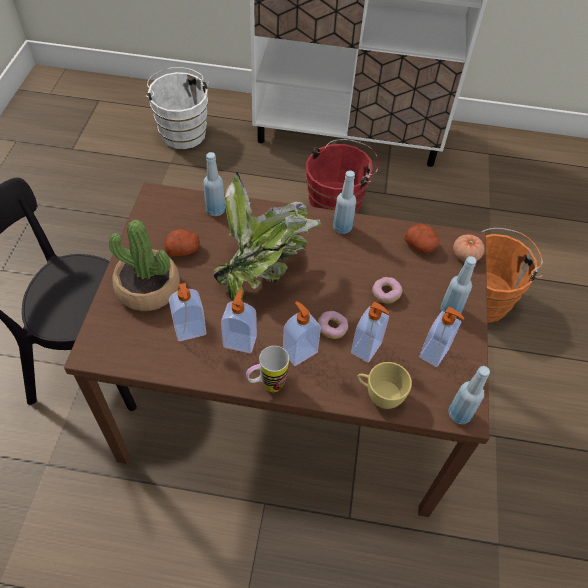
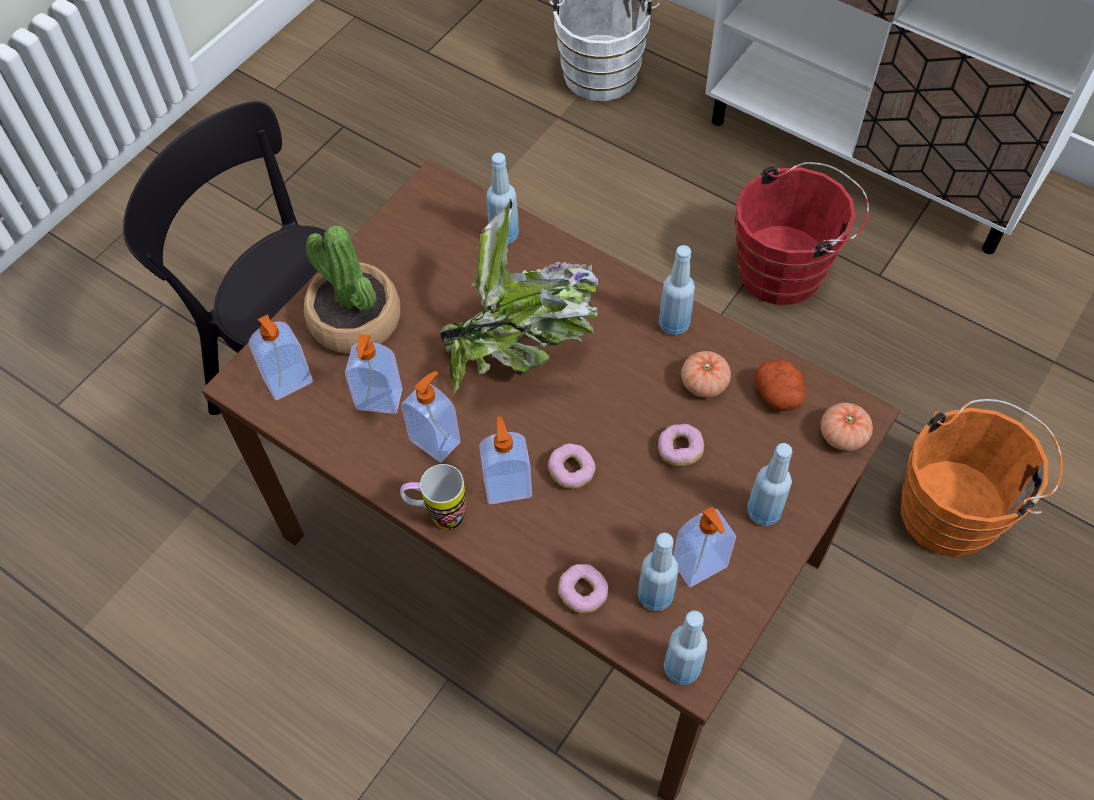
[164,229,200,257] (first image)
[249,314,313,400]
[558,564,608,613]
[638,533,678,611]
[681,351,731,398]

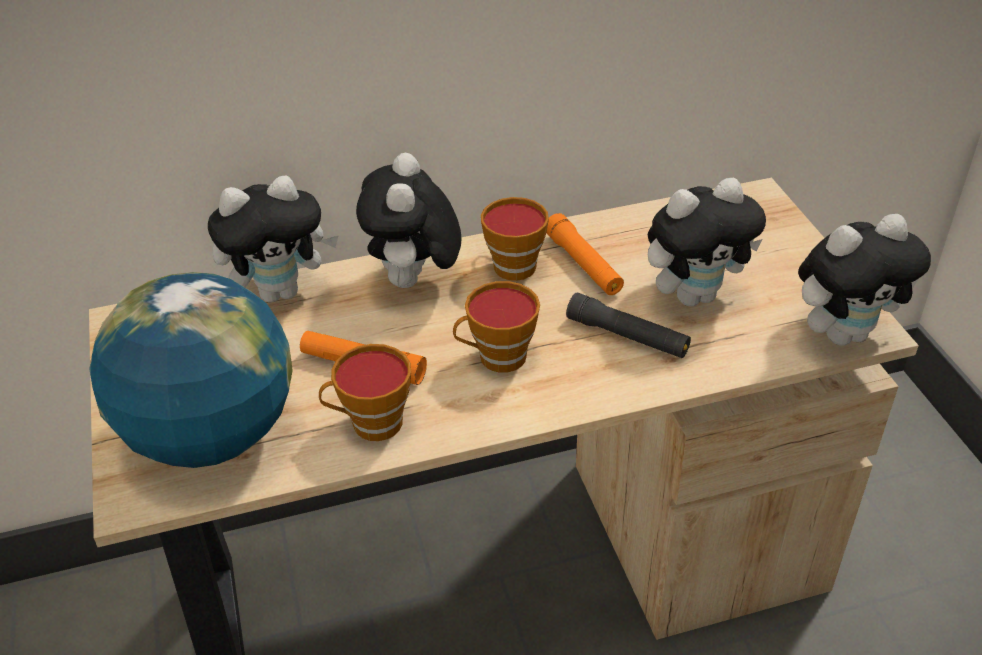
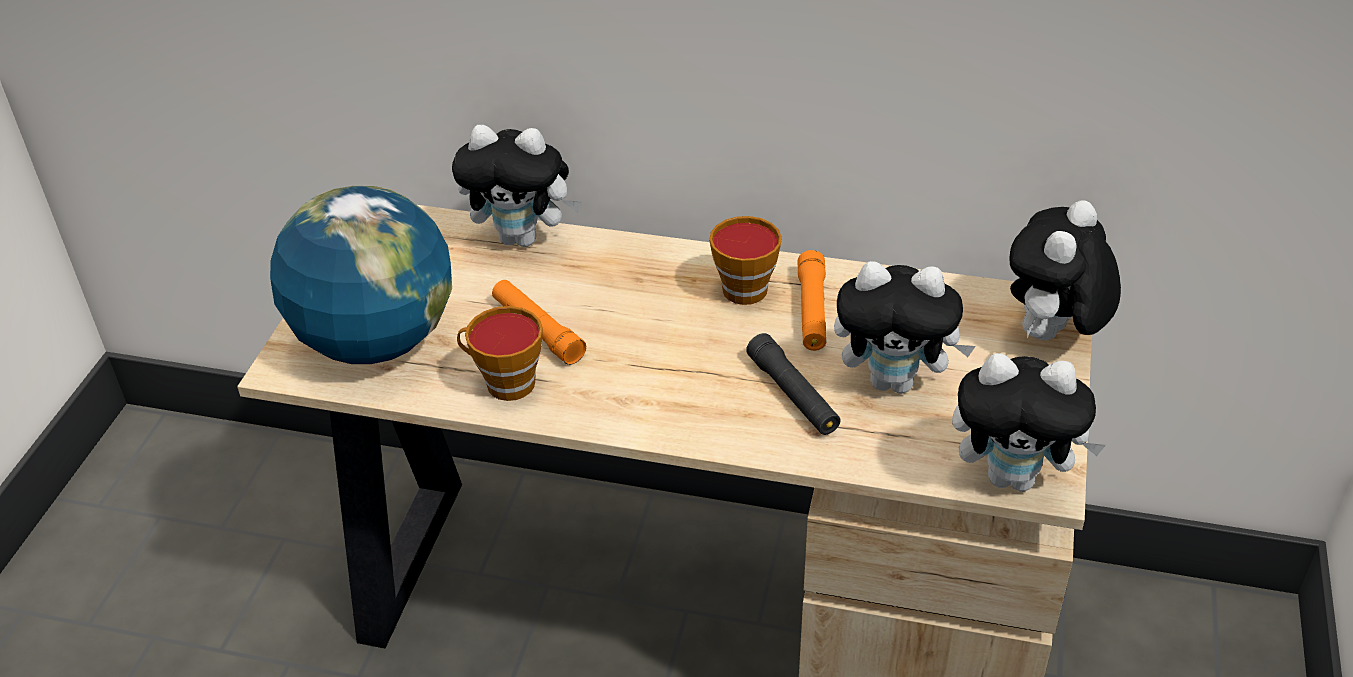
[1009,200,1121,340]
[453,281,540,373] (first image)

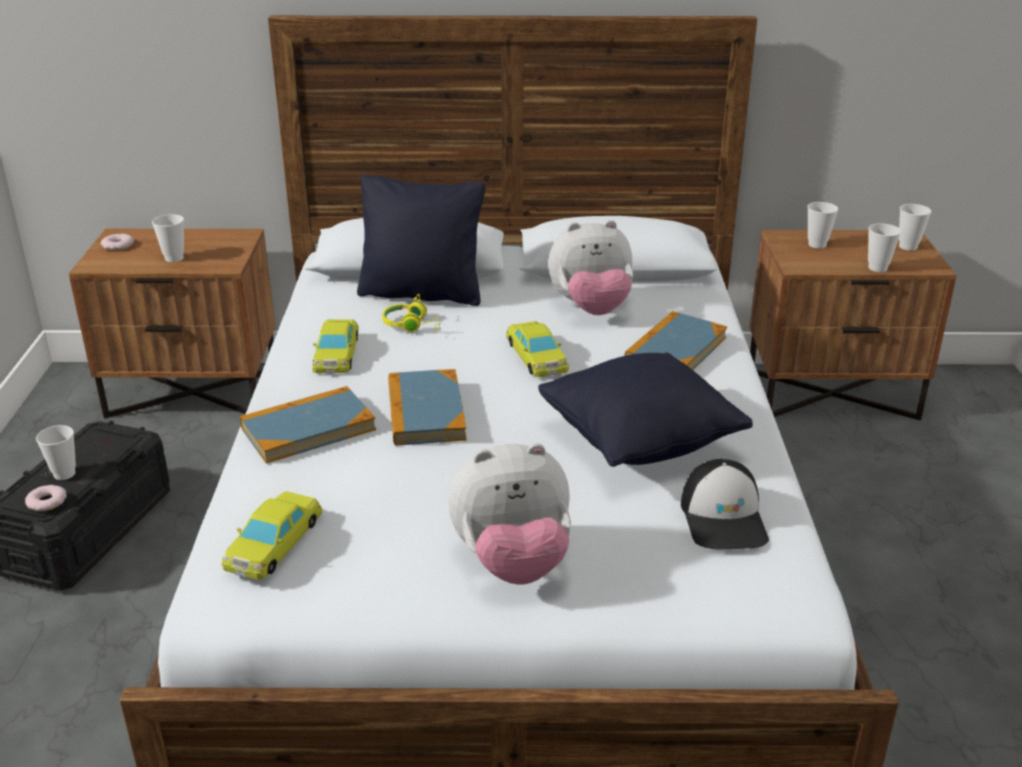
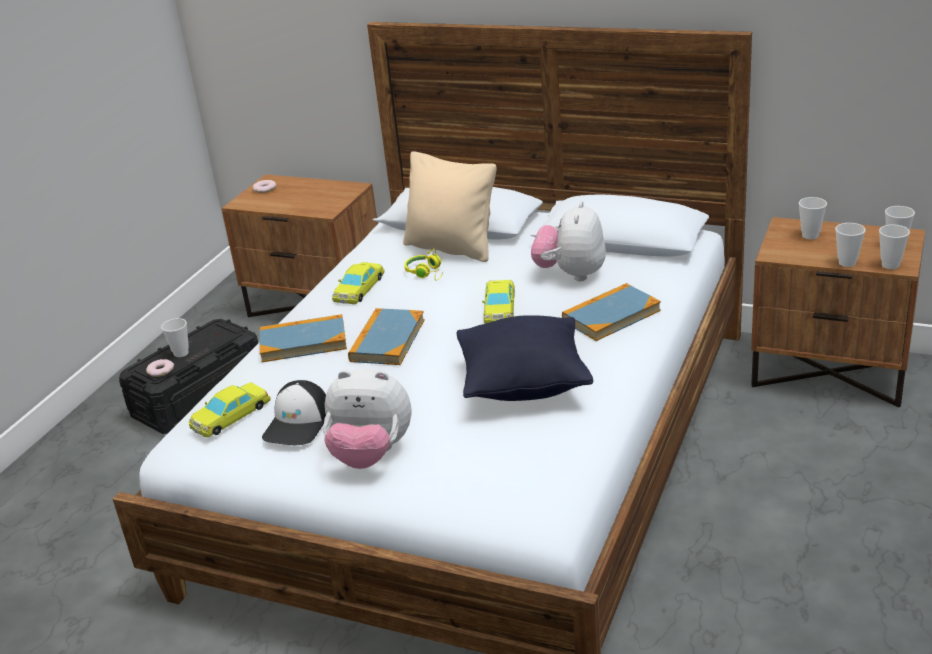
[879,225,910,269]
[403,151,497,262]
[531,201,606,281]
[262,380,326,445]

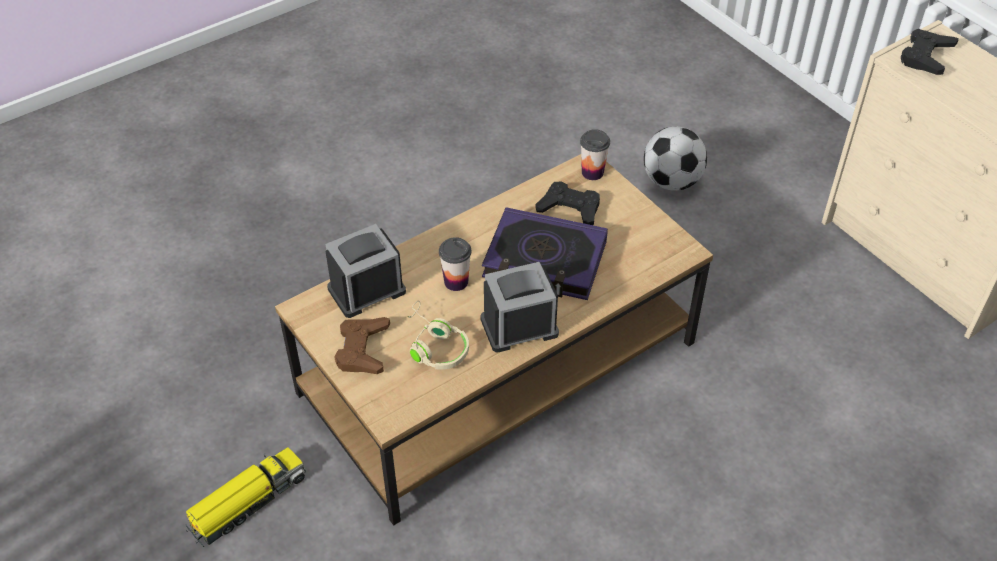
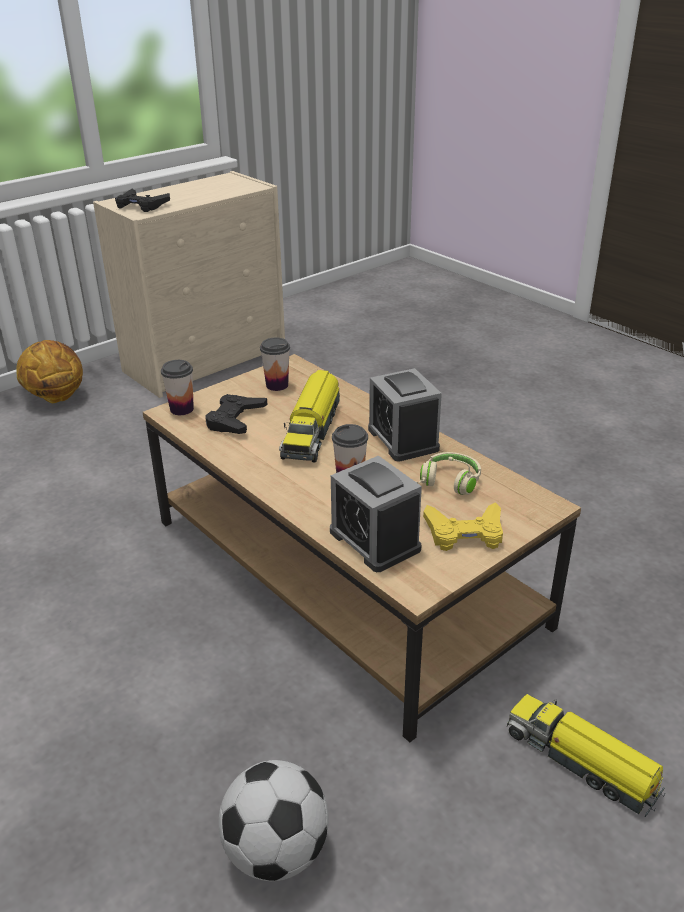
[423,502,503,551]
[279,370,340,463]
[219,760,329,881]
[16,340,83,403]
[260,338,290,391]

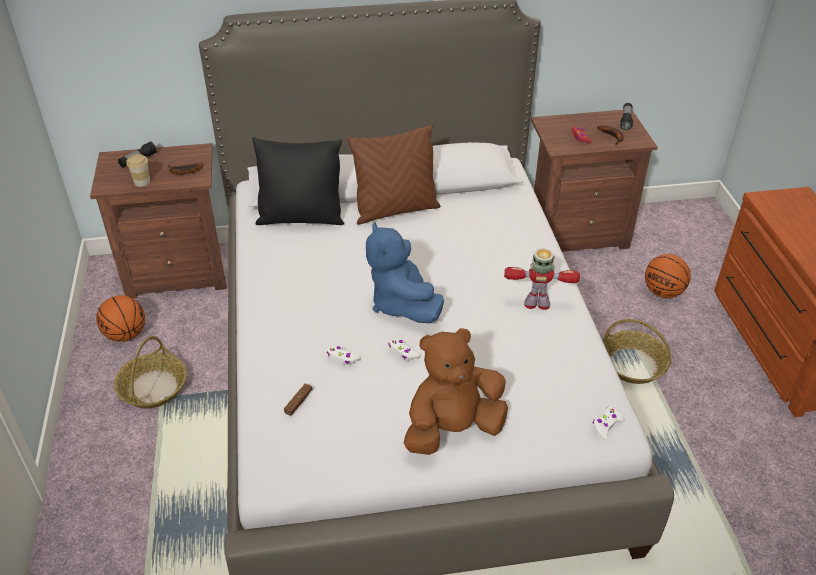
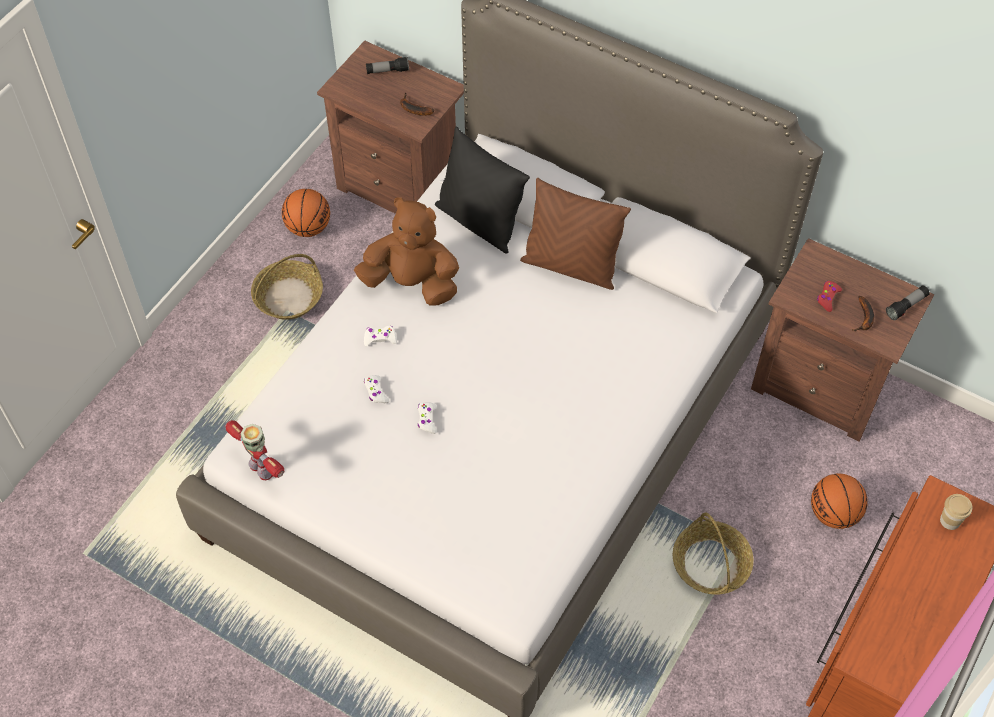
[940,494,972,530]
[284,384,312,416] (first image)
[366,221,444,323] (first image)
[354,197,459,305]
[226,420,284,480]
[364,326,397,347]

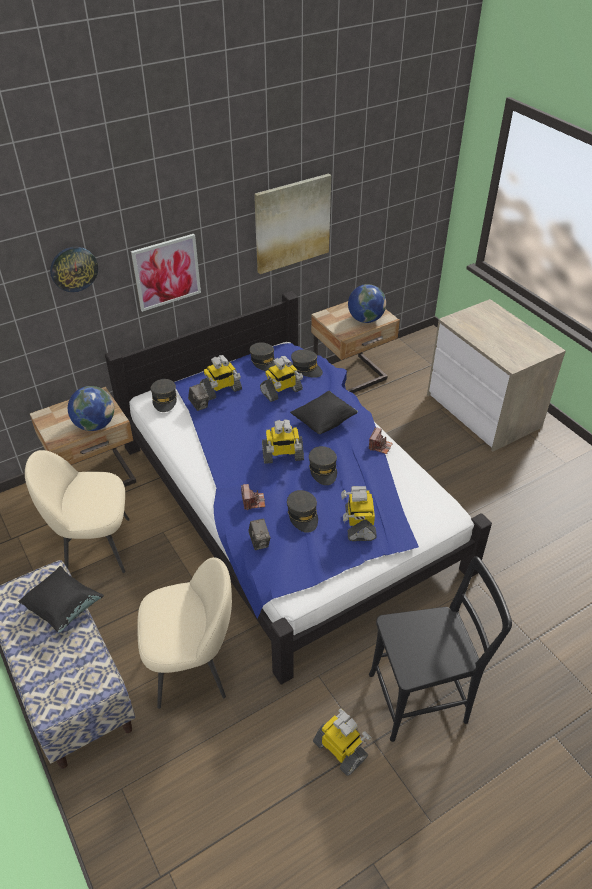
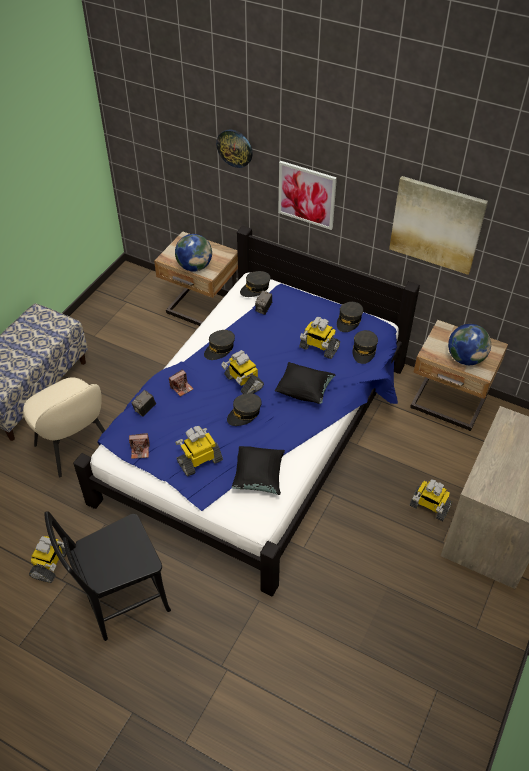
[232,446,285,495]
[25,450,130,573] (first image)
[410,479,452,521]
[204,330,235,360]
[129,433,150,459]
[44,511,171,641]

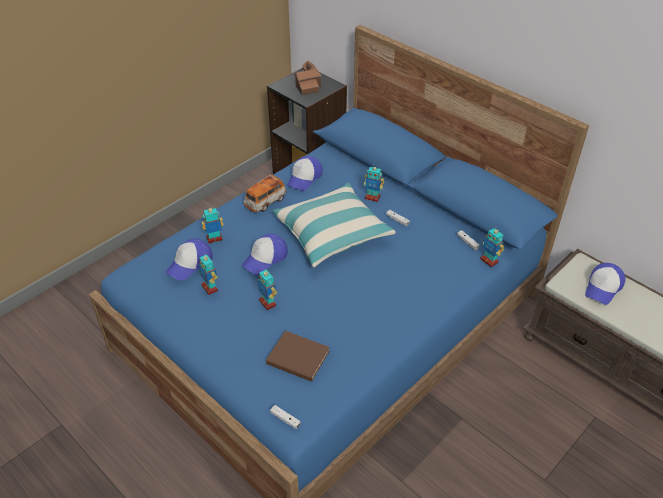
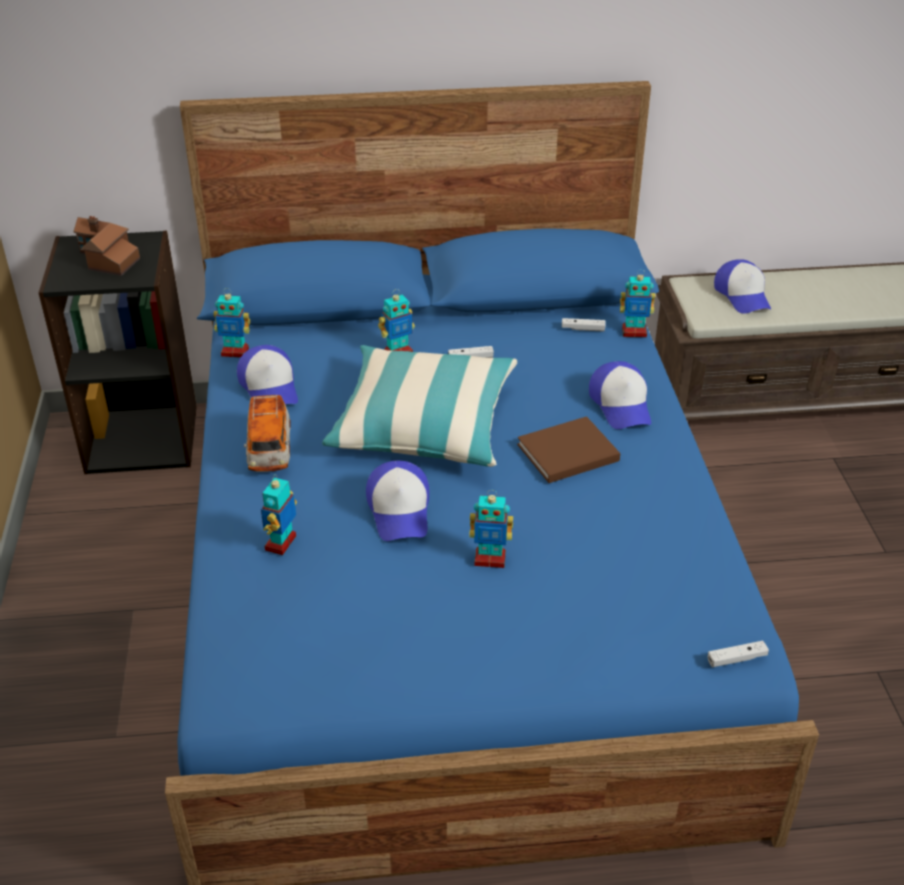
[589,361,651,429]
[214,288,250,358]
[517,416,620,483]

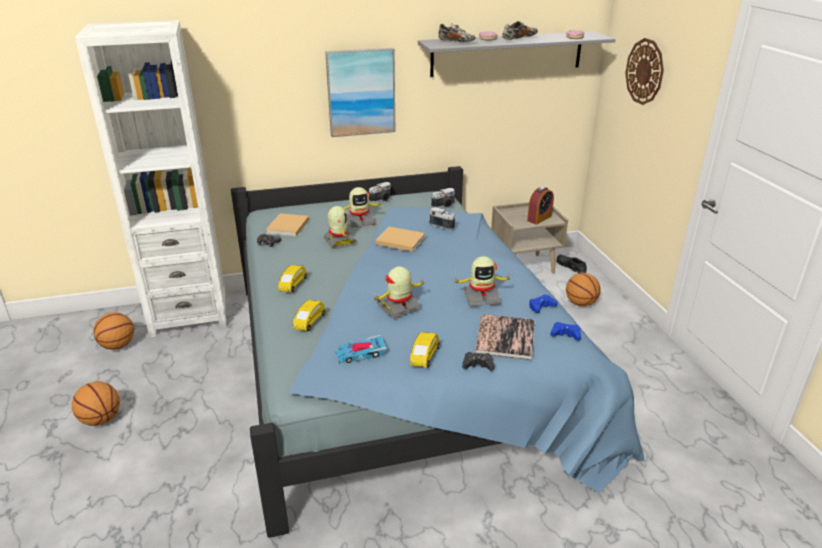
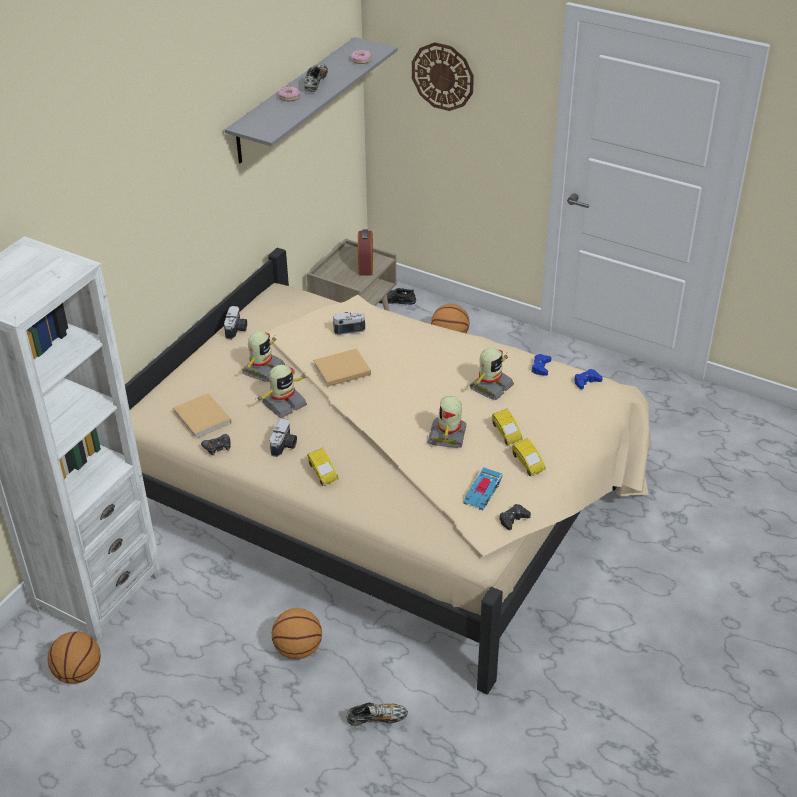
[272,608,322,659]
[125,248,651,694]
[492,409,523,445]
[255,365,307,418]
[325,48,395,137] (first image)
[270,419,297,457]
[346,703,408,726]
[499,504,531,530]
[475,314,534,360] (first image)

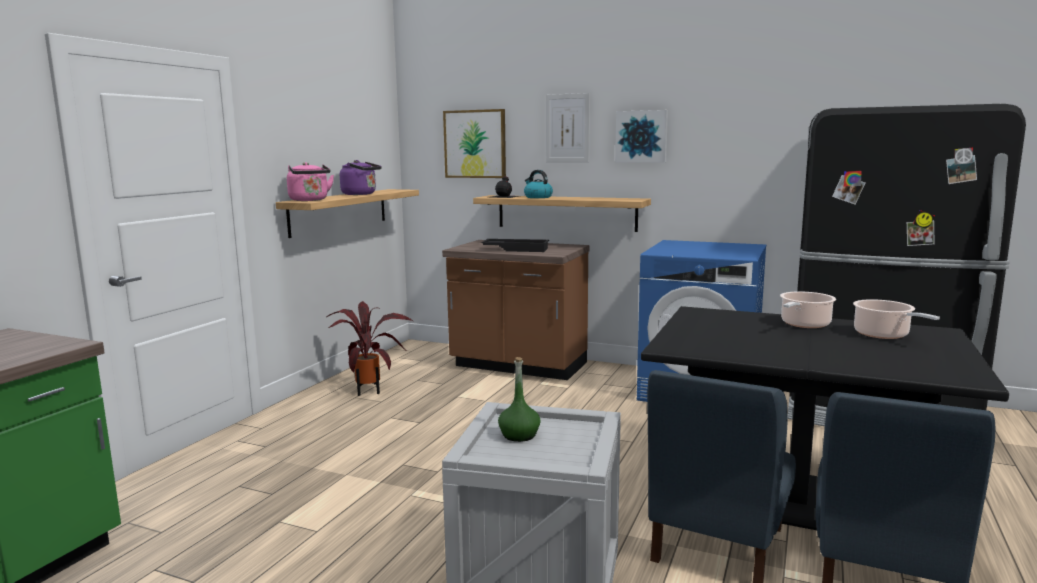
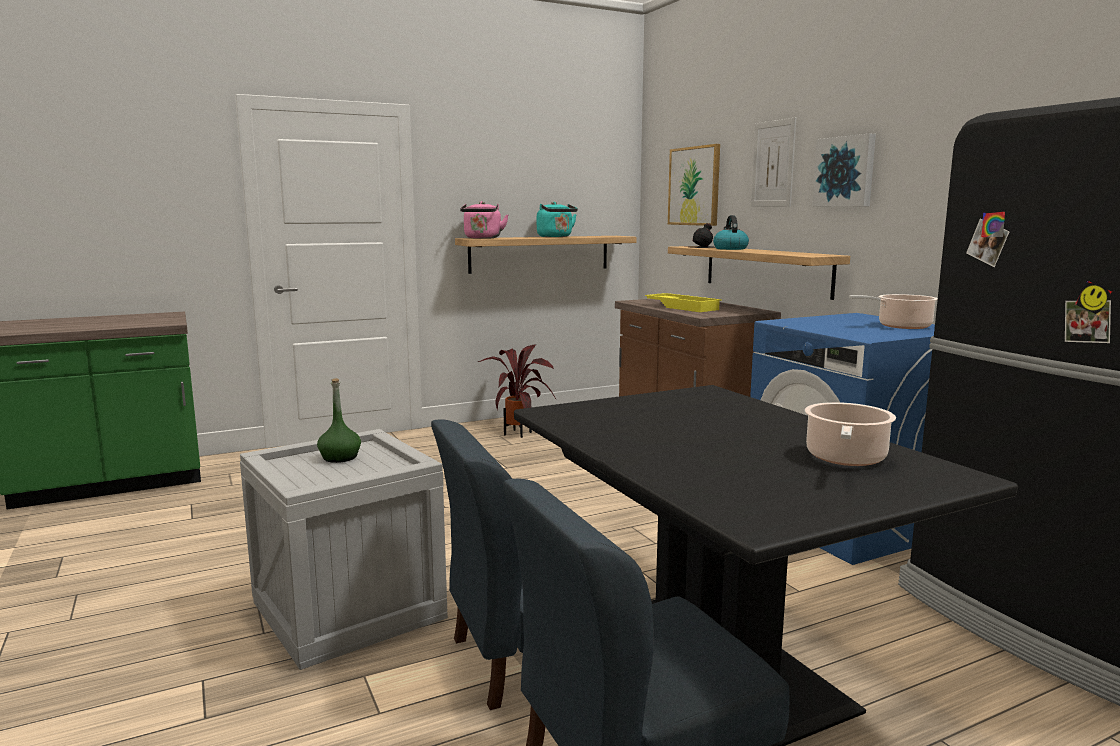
[537,202,578,237]
[645,293,722,312]
[849,294,938,329]

